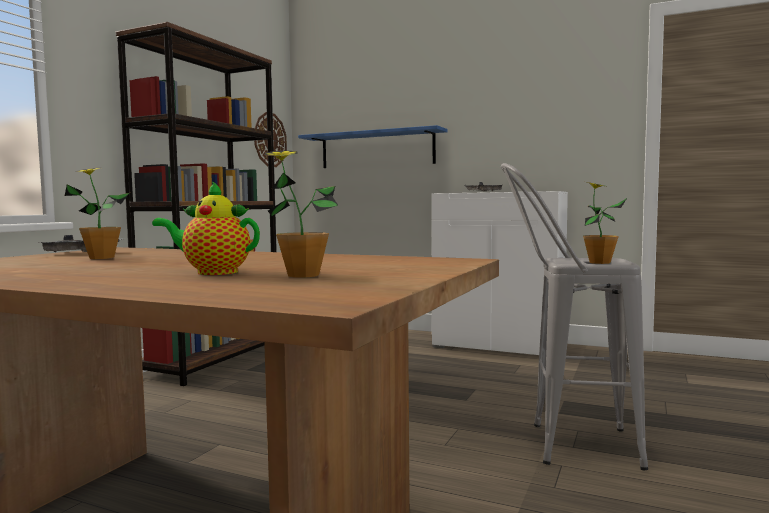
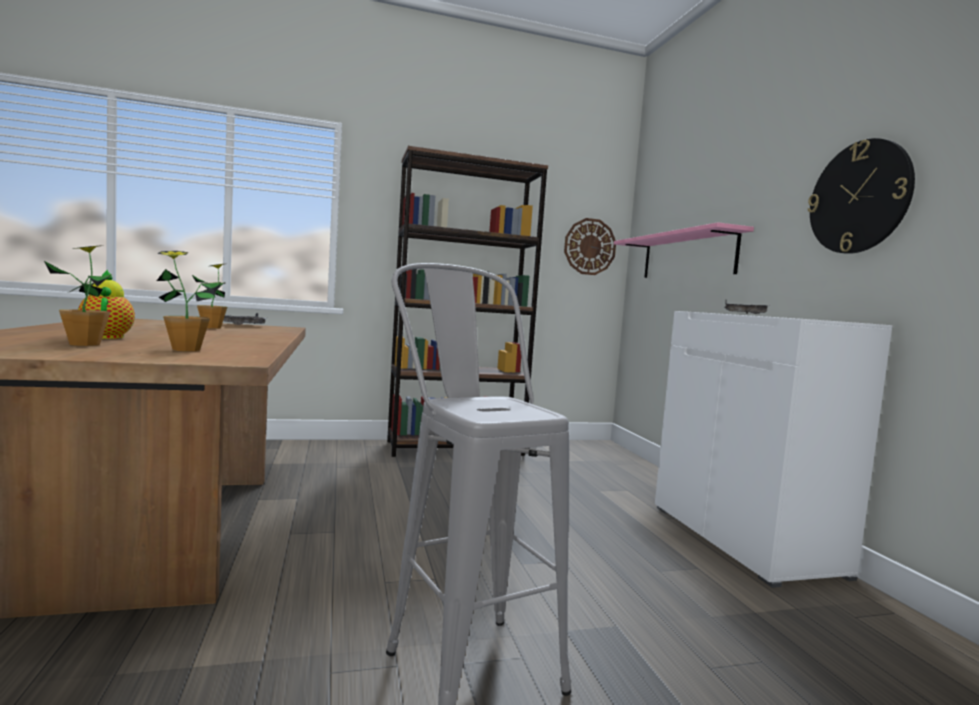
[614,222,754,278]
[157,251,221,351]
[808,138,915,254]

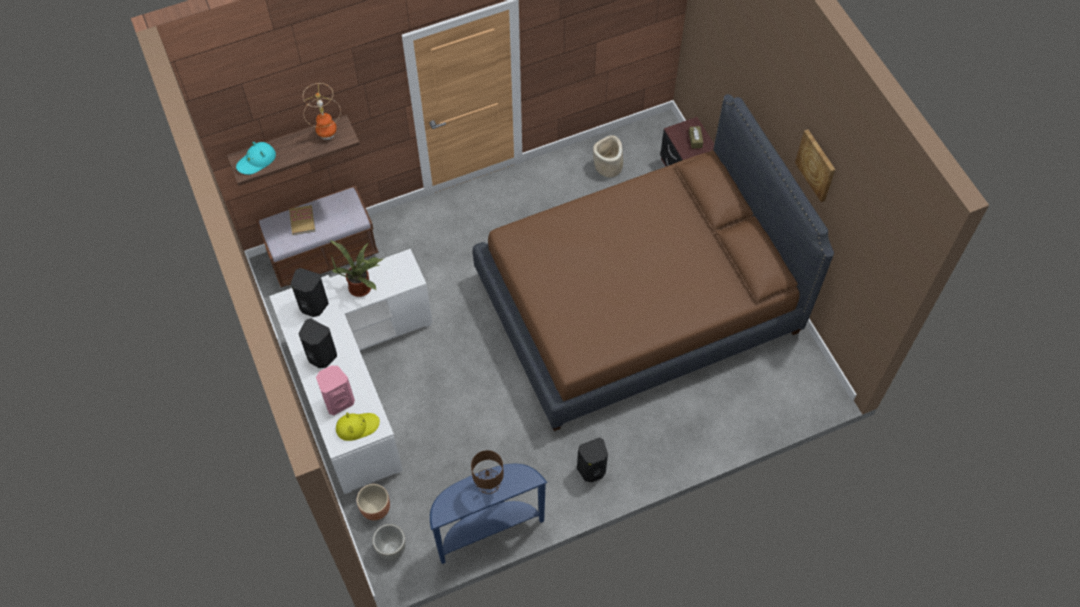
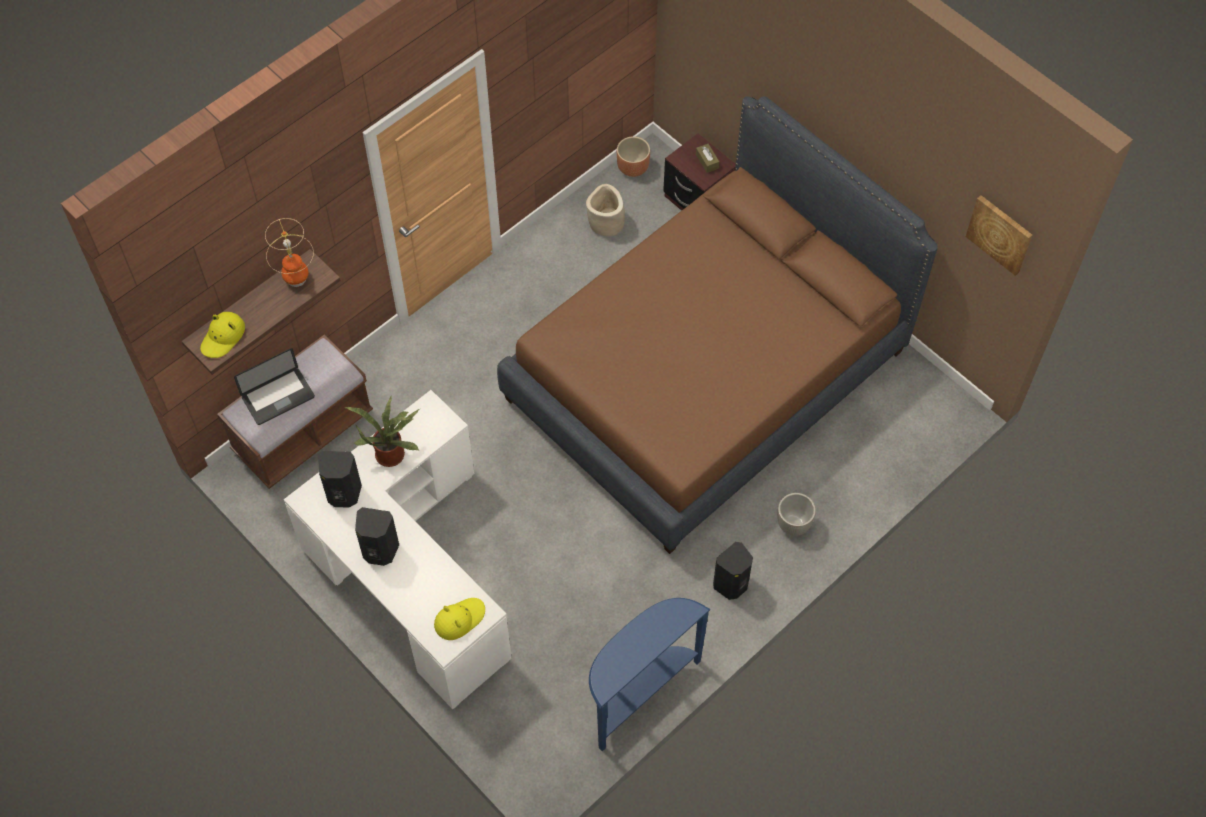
[200,312,245,358]
[234,348,315,425]
[316,366,355,415] (first image)
[617,136,650,177]
[777,493,816,536]
[471,450,504,494] (first image)
[966,195,1032,276]

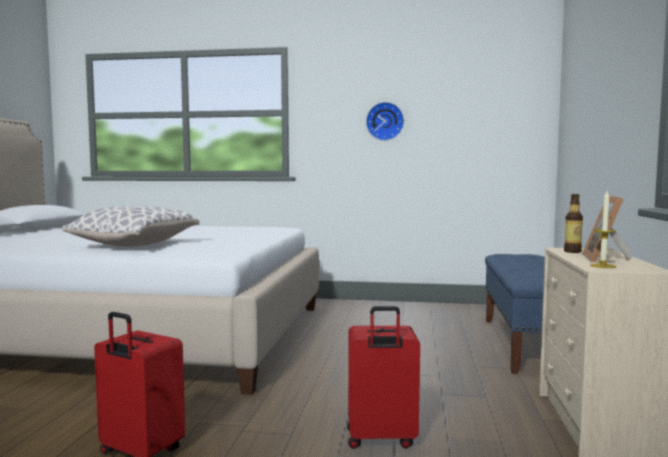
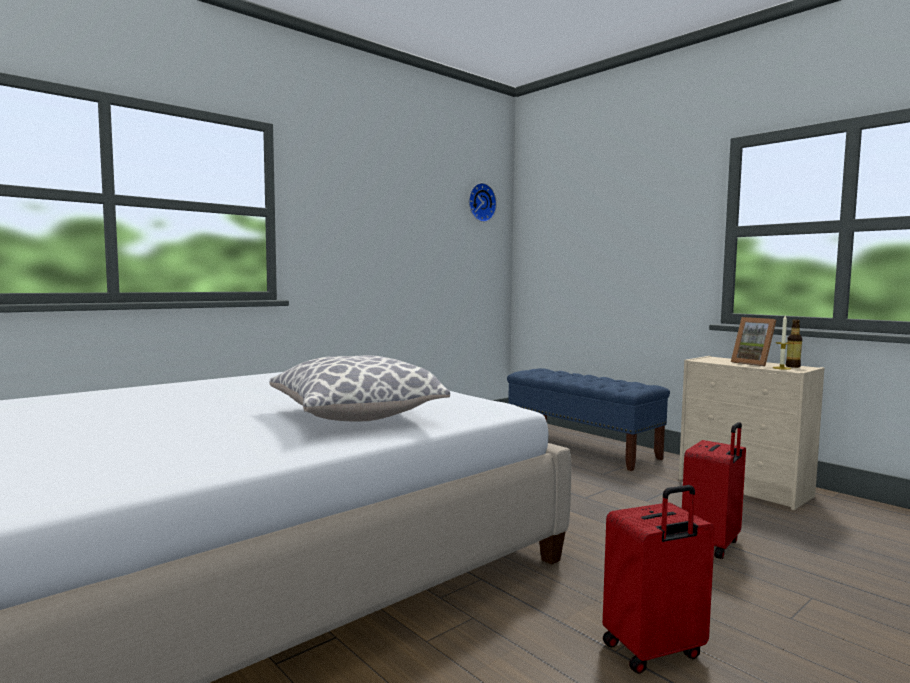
[469,183,497,222]
[786,319,802,368]

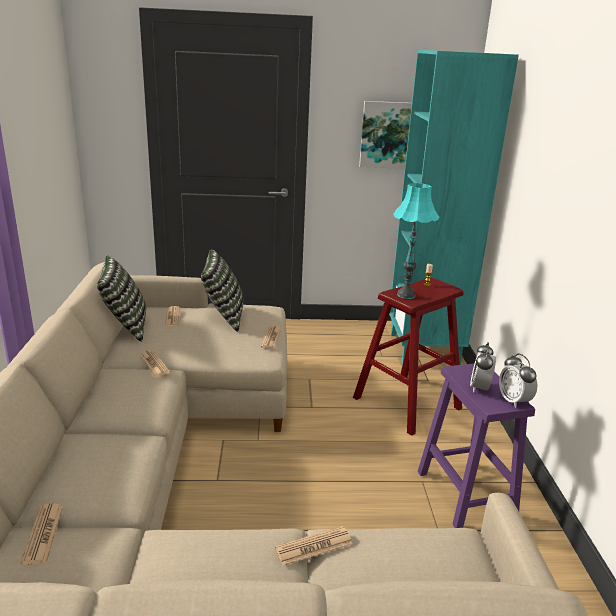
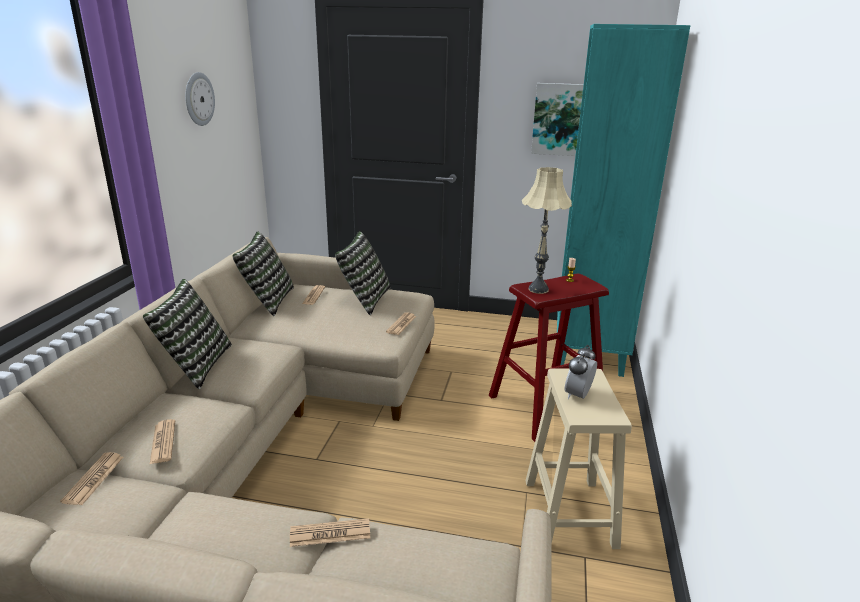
[150,419,175,464]
[522,167,572,294]
[526,369,632,549]
[499,354,537,408] (first image)
[143,279,232,389]
[185,72,215,126]

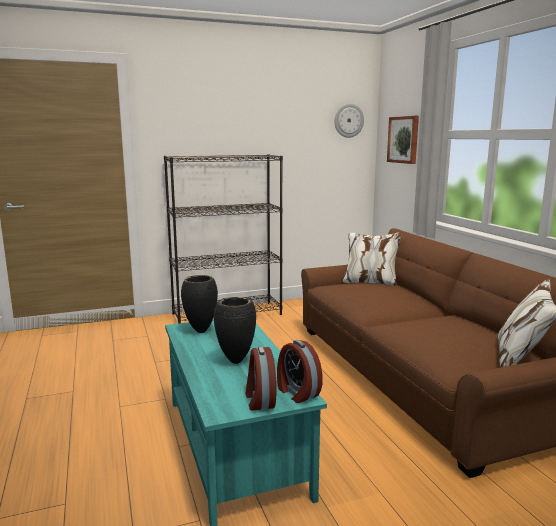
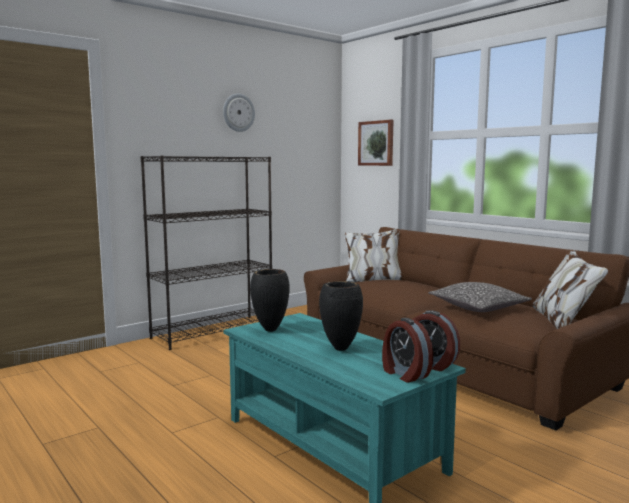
[223,94,255,132]
[428,282,532,312]

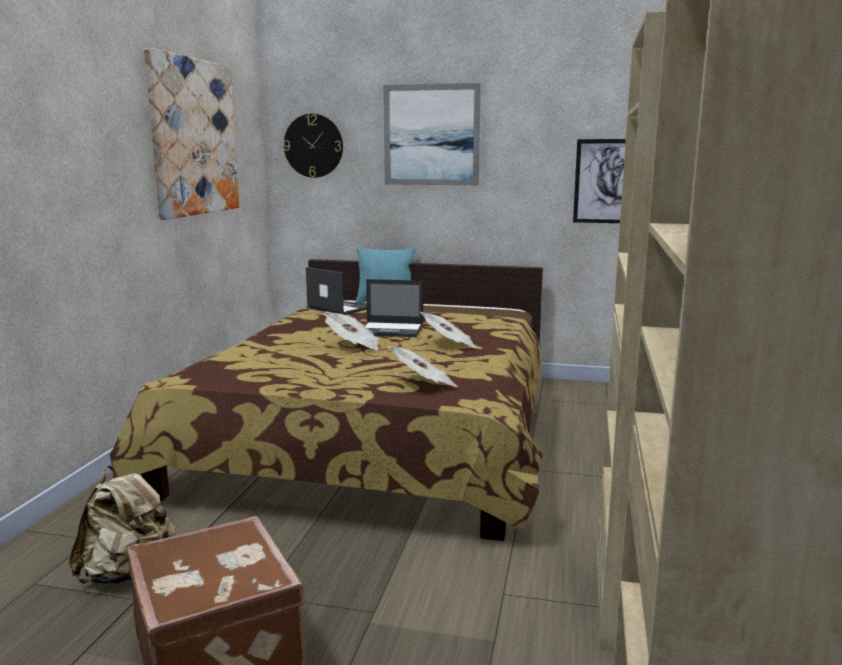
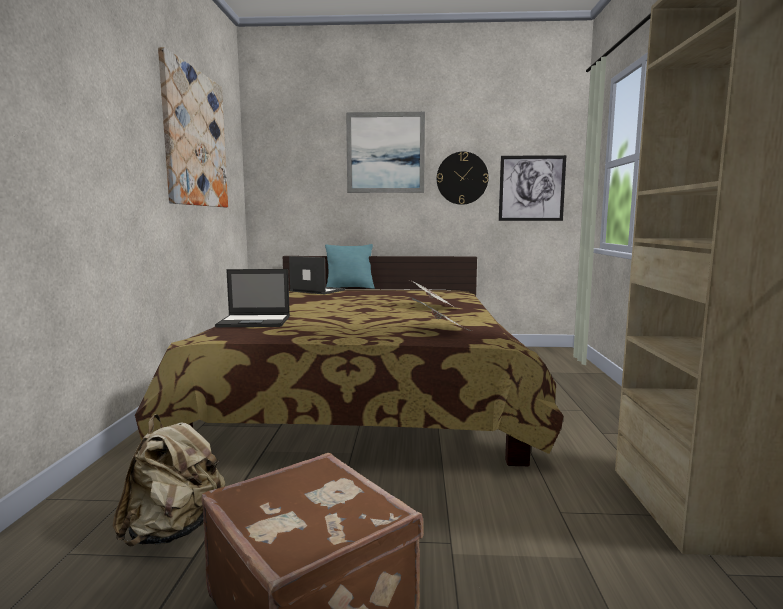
[437,152,489,205]
[324,312,379,350] (first image)
[215,269,290,327]

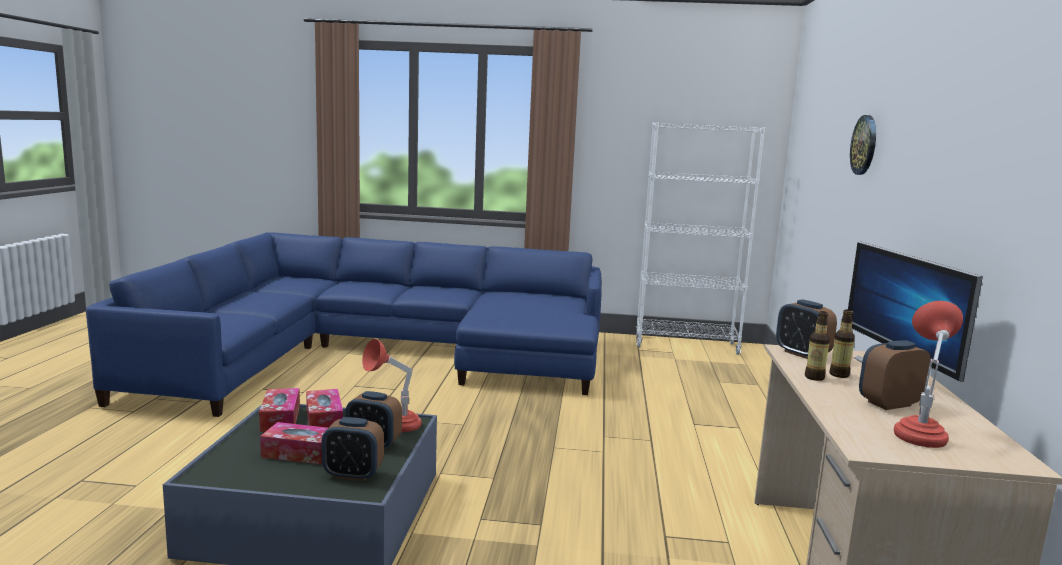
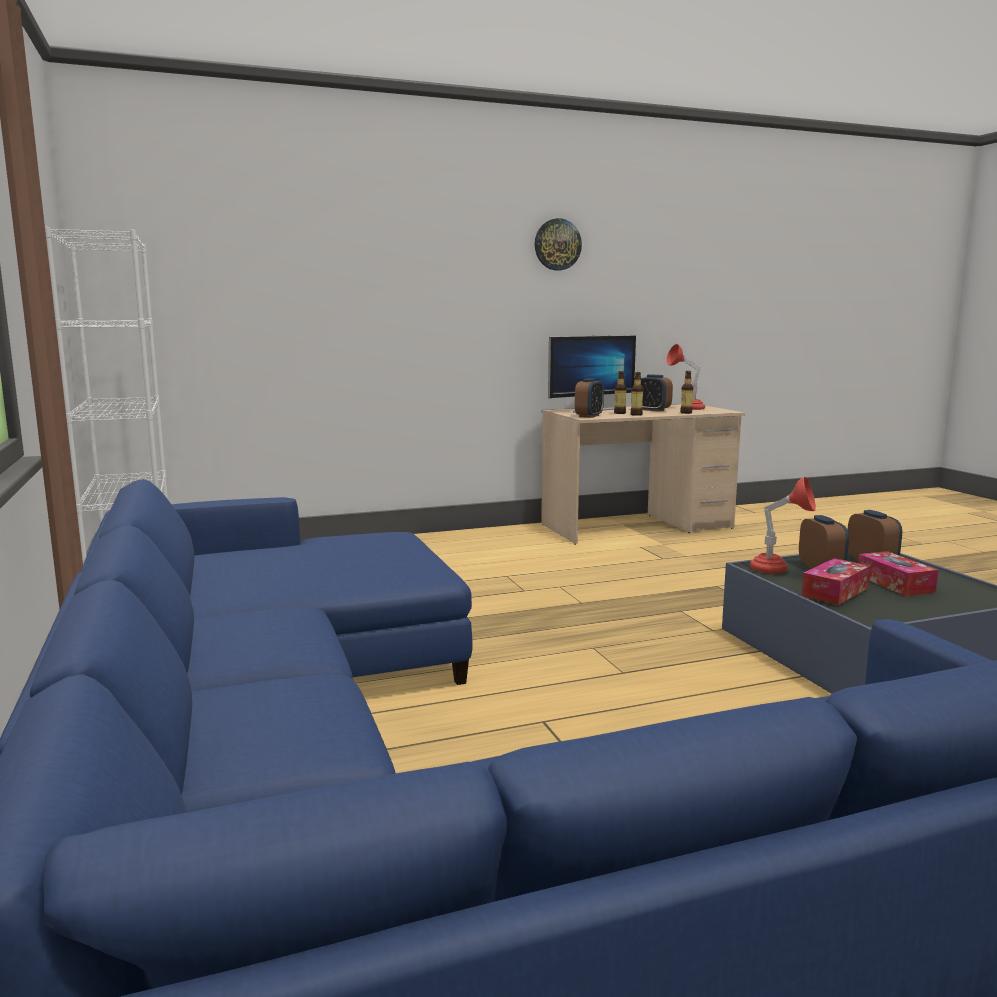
[259,388,300,432] (first image)
[535,218,582,271]
[680,371,693,414]

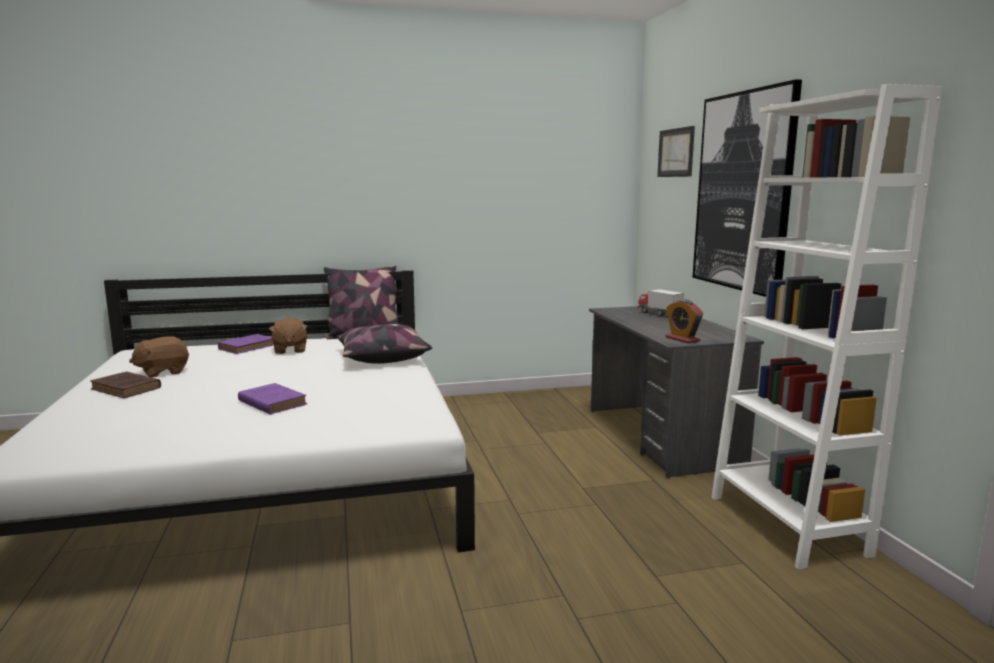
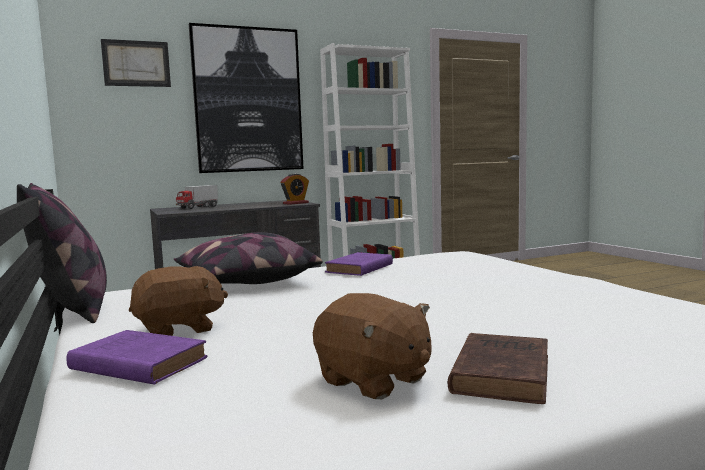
[325,252,393,276]

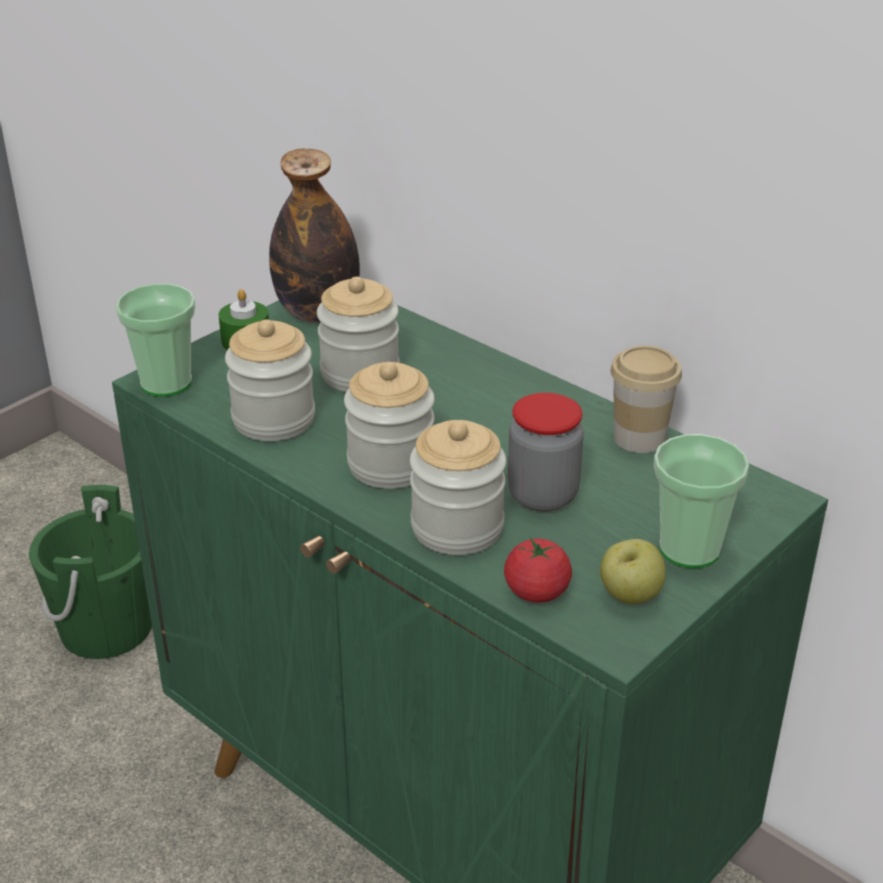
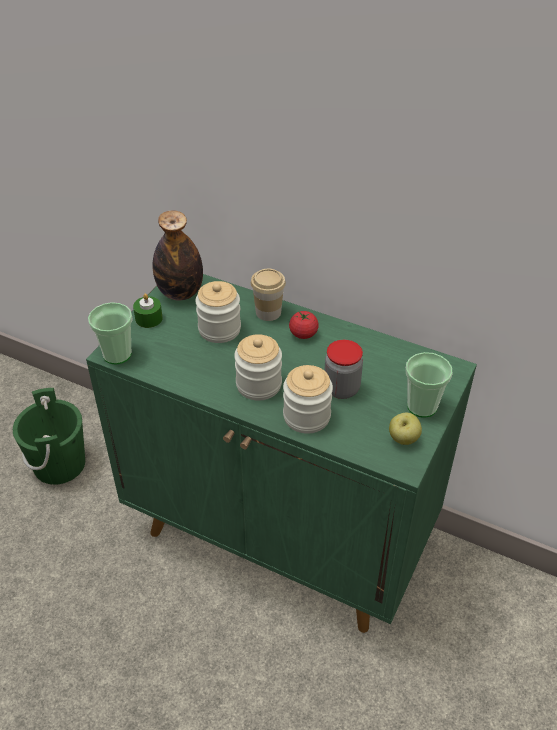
[225,319,315,441] (first image)
[289,311,319,339]
[251,269,286,321]

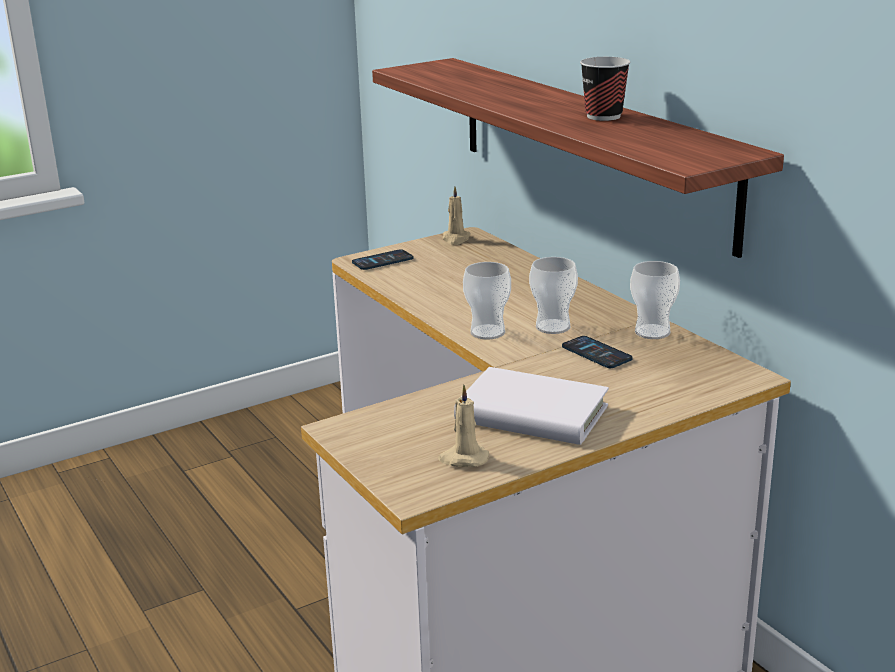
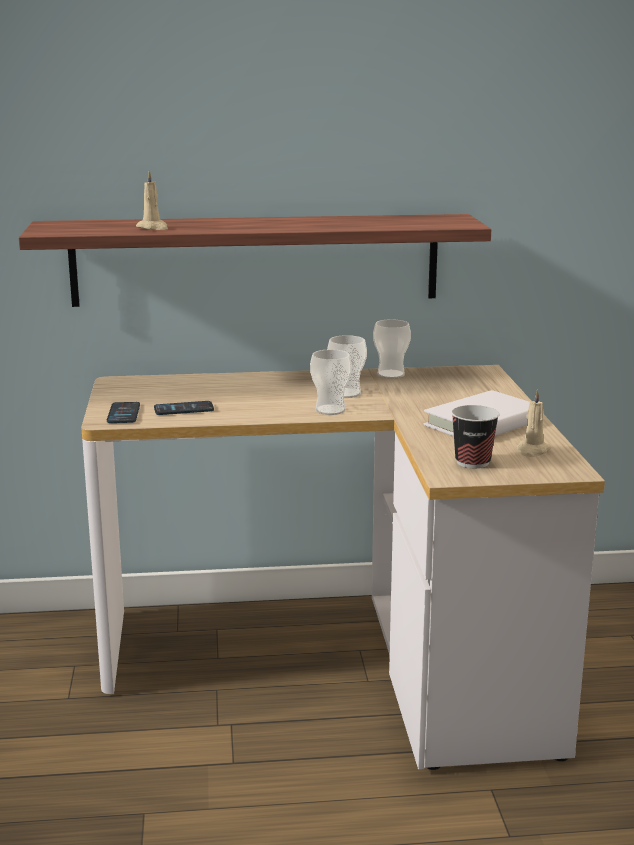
[136,170,168,230]
[154,401,214,415]
[451,405,500,468]

